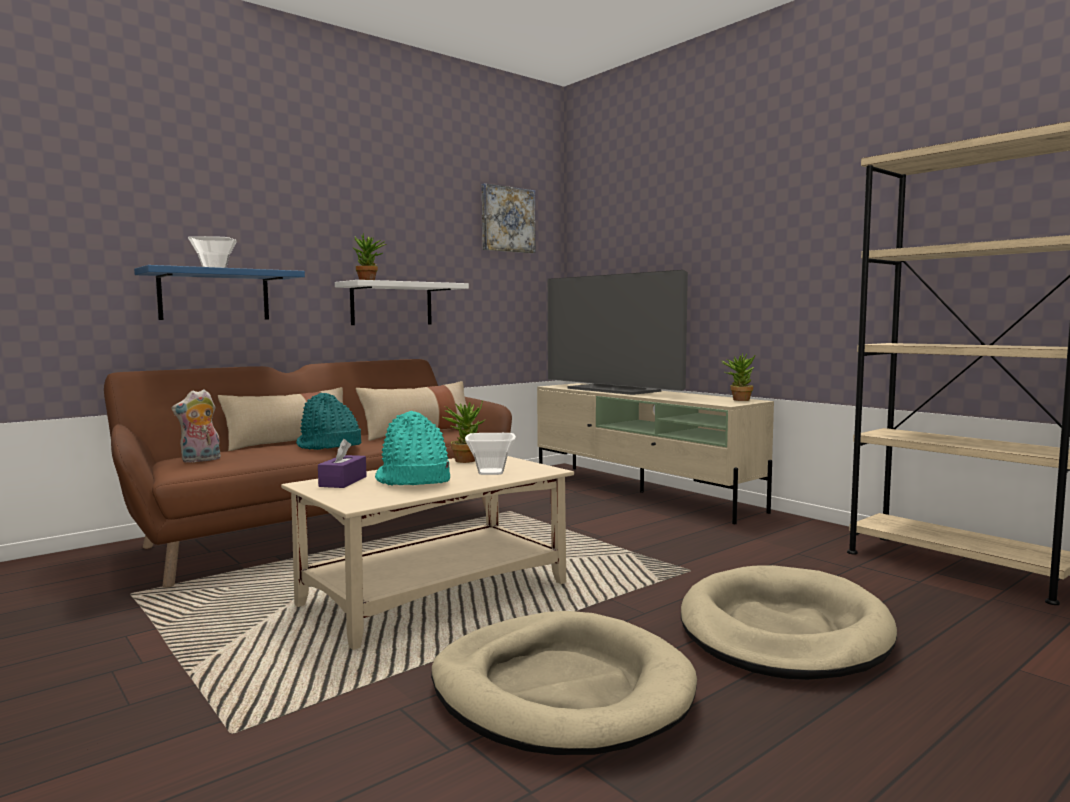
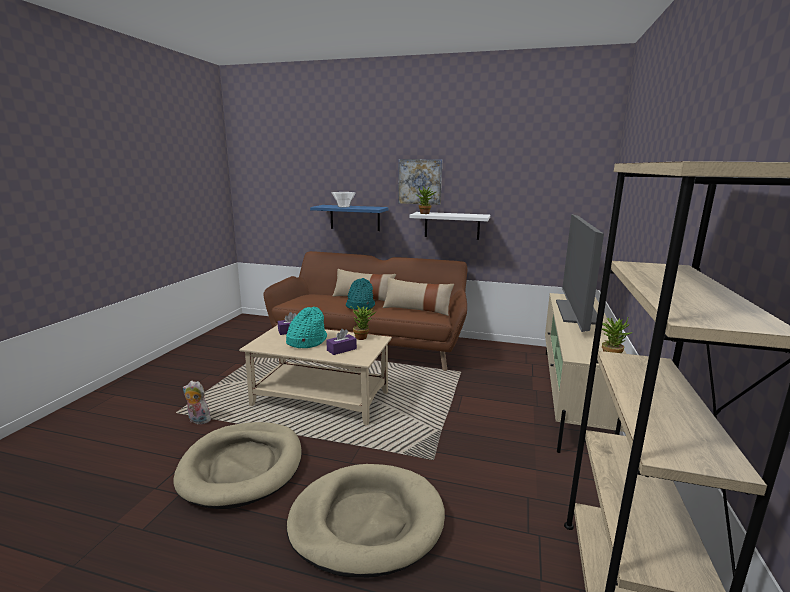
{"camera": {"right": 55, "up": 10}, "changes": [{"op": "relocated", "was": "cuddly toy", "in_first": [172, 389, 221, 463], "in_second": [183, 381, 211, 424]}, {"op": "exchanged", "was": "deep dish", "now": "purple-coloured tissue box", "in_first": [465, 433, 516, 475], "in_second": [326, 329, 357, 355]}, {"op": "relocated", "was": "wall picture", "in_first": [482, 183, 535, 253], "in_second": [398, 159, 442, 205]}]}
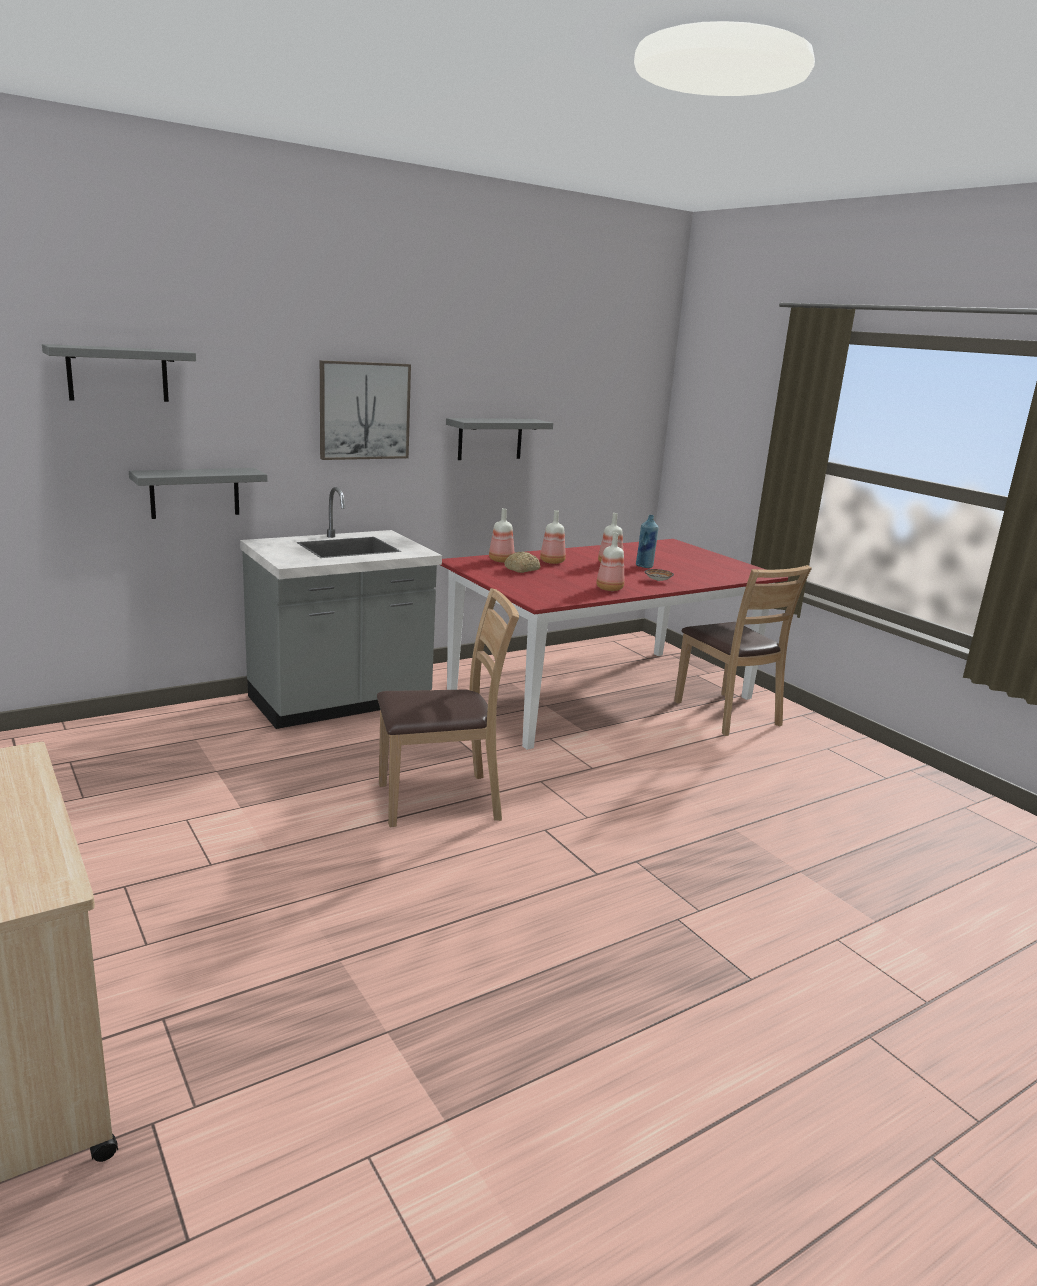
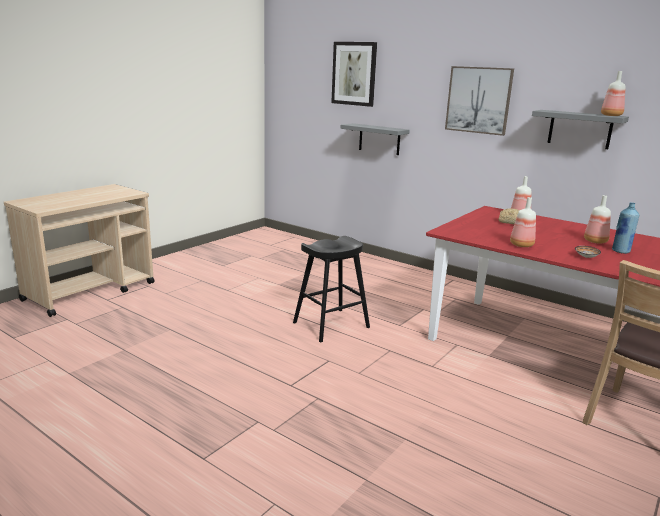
{"camera": {"right": 70, "up": 0}, "changes": [{"op": "exchanged", "was": "grey shelf", "now": "wall picture", "in_first": [42, 344, 196, 402], "in_second": [331, 42, 377, 107]}, {"op": "missing", "was": "grey counter", "in_first": [240, 487, 442, 729]}, {"op": "exchanged", "was": "brown-coloured upright chair", "now": "blackish stool seat", "in_first": [377, 588, 519, 827], "in_second": [293, 236, 370, 342]}, {"op": "relocated", "was": "drink bottle", "in_first": [540, 510, 566, 564], "in_second": [601, 71, 626, 116]}]}
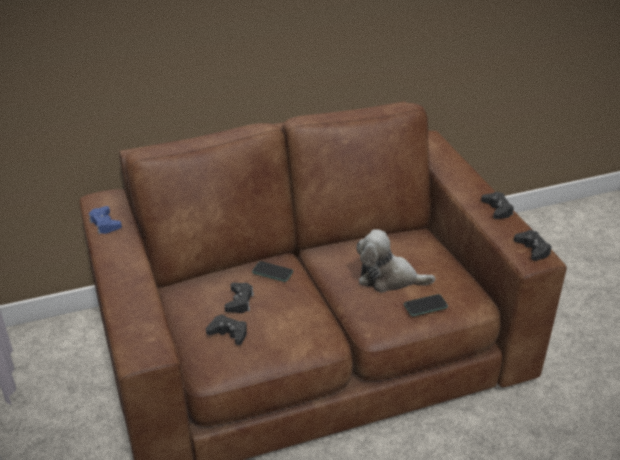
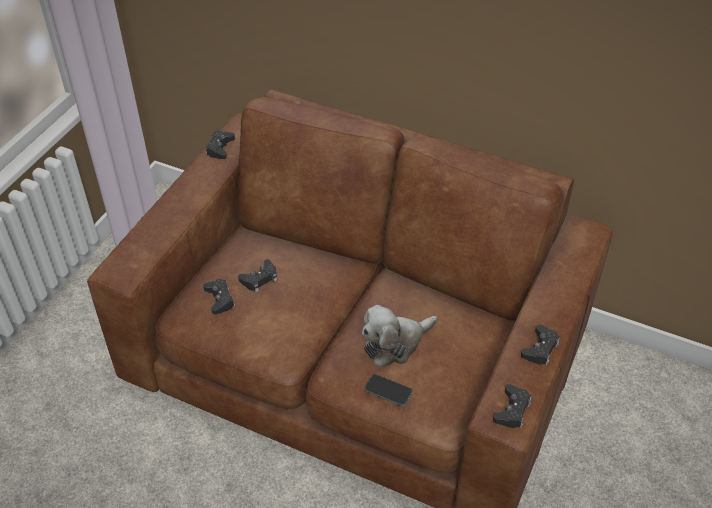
{"camera": {"right": 45, "up": 10}, "changes": [{"op": "colour", "was": "bluish joypad", "now": "blackish joypad", "in_first": [89, 206, 122, 234], "in_second": [206, 130, 235, 159]}, {"op": "missing", "was": "telephone", "in_first": [252, 261, 293, 282]}, {"op": "spun", "was": "cuddly toy", "in_first": [357, 229, 435, 293], "in_second": [362, 305, 438, 367], "clockwise": -90}]}
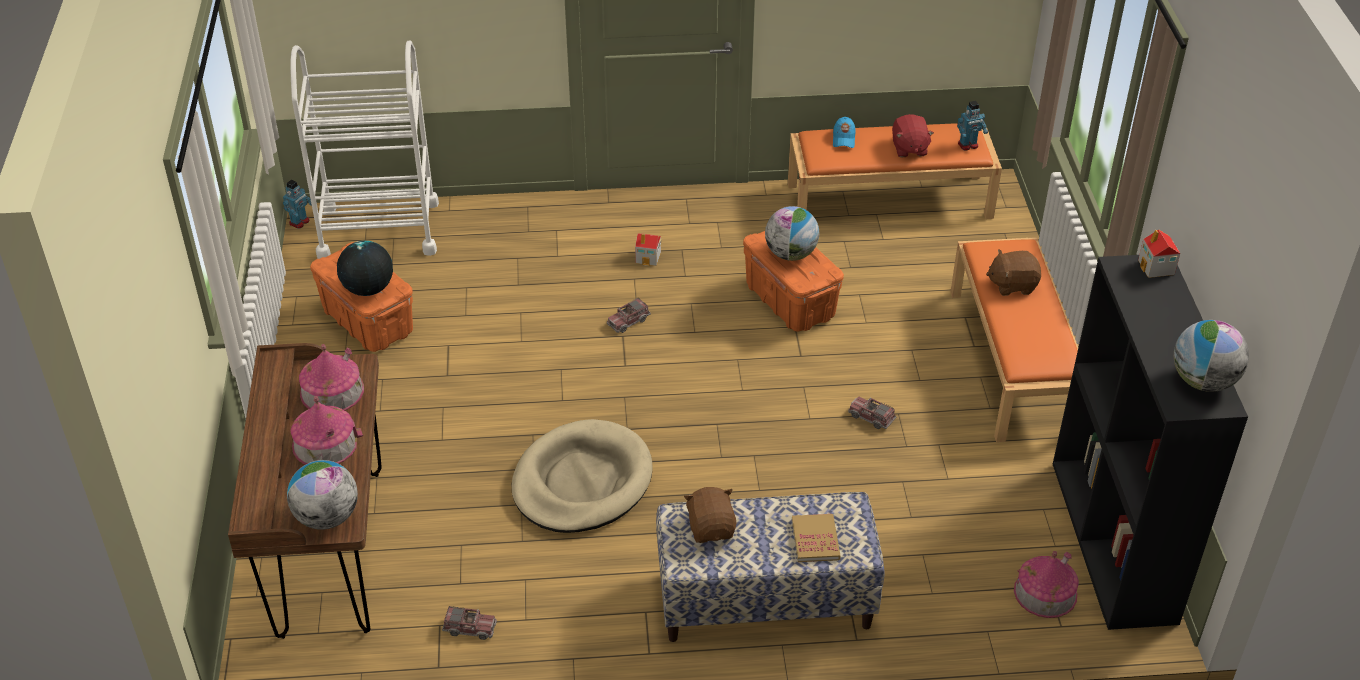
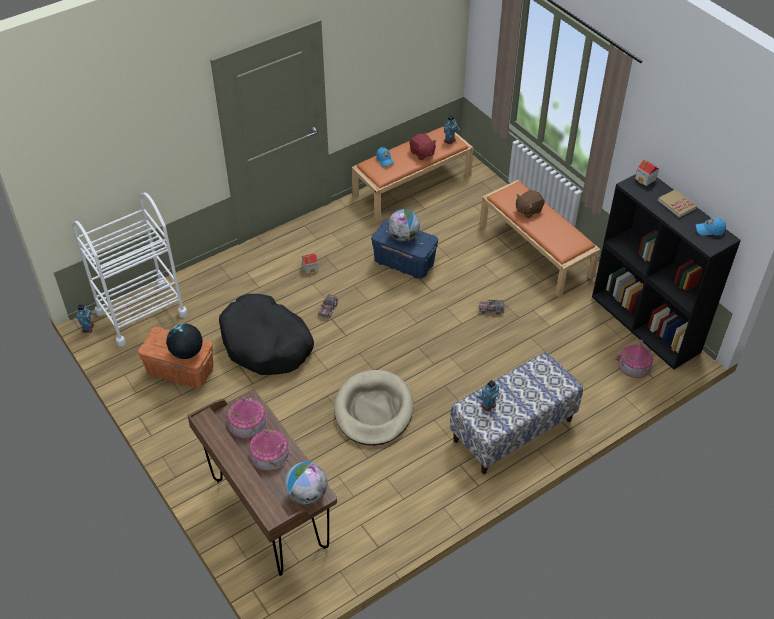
{"camera": {"right": -30, "up": 5}, "changes": [{"op": "missing", "was": "toy truck", "in_first": [442, 606, 497, 640]}, {"op": "exchanged", "was": "brown-coloured cuddly toy", "now": "toy robot", "in_first": [684, 487, 736, 543], "in_second": [476, 380, 500, 412]}, {"op": "colour", "was": "orange-coloured storage container", "now": "bluish storage container", "in_first": [743, 231, 844, 332], "in_second": [371, 219, 438, 279]}, {"op": "relocated", "was": "volume", "in_first": [792, 514, 841, 562], "in_second": [658, 190, 697, 218]}, {"op": "exchanged", "was": "desk globe", "now": "bluish peaked cap", "in_first": [1174, 320, 1249, 392], "in_second": [696, 218, 726, 236]}, {"op": "appeared", "now": "blackish dog bed", "in_second": [219, 294, 314, 375]}]}
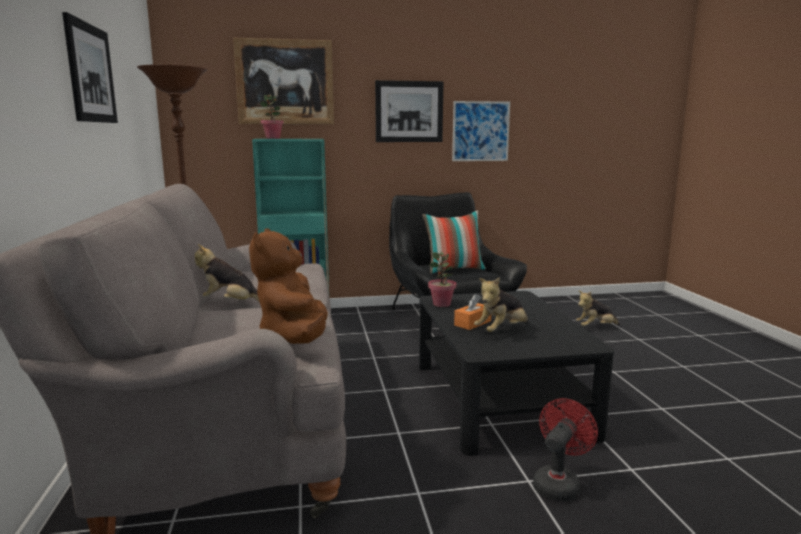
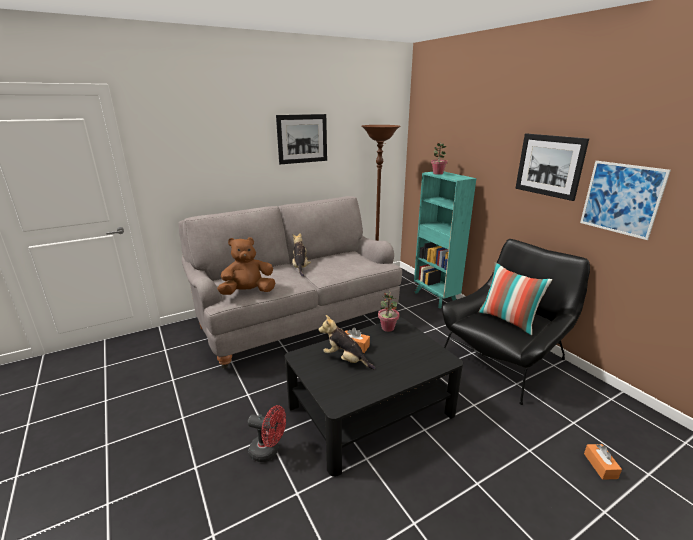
{"camera": {"right": 70, "up": 10}, "changes": [{"op": "missing", "was": "wall picture", "in_first": [233, 38, 334, 124]}, {"op": "exchanged", "was": "cuddly toy", "now": "orange-coloured tissue box", "in_first": [576, 291, 620, 326], "in_second": [584, 444, 622, 480]}]}
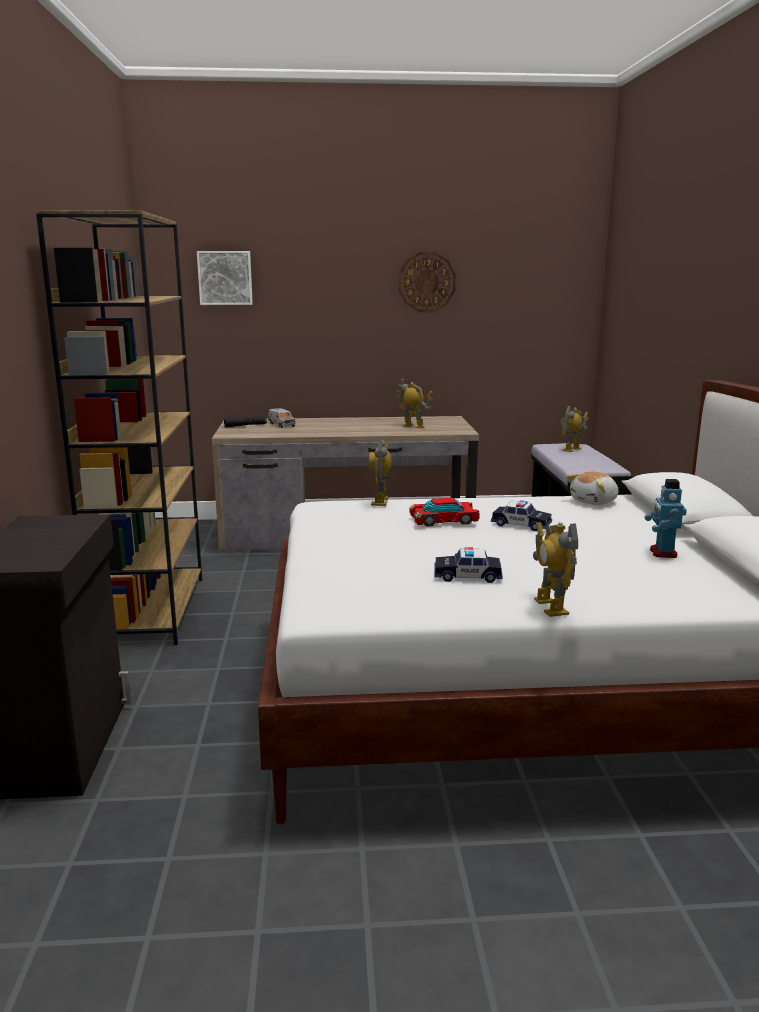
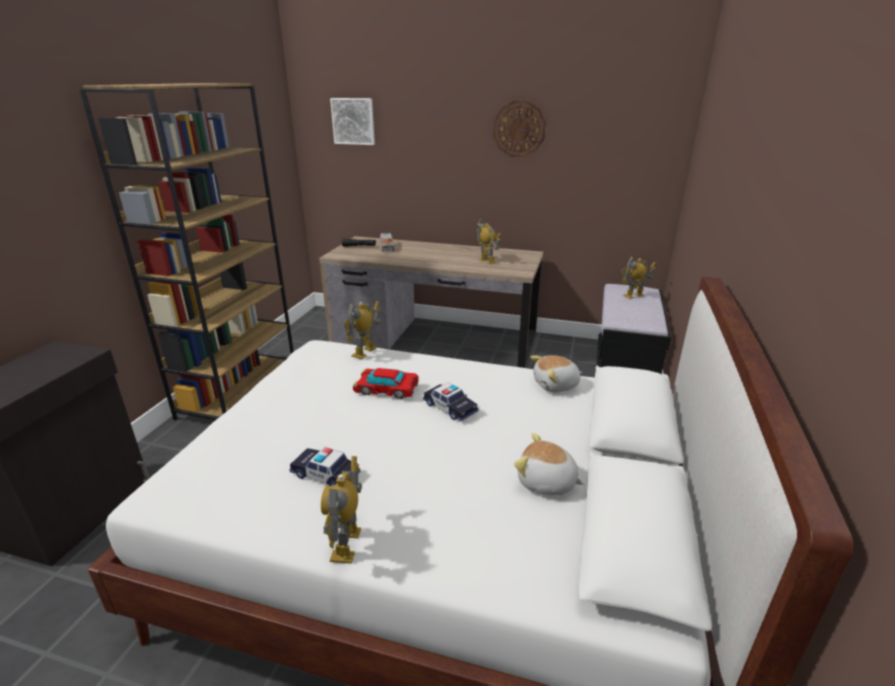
{"camera": {"right": 20, "up": 10}, "changes": [{"op": "exchanged", "was": "toy robot", "now": "cuddly toy", "in_first": [644, 479, 687, 558], "in_second": [514, 433, 586, 495]}]}
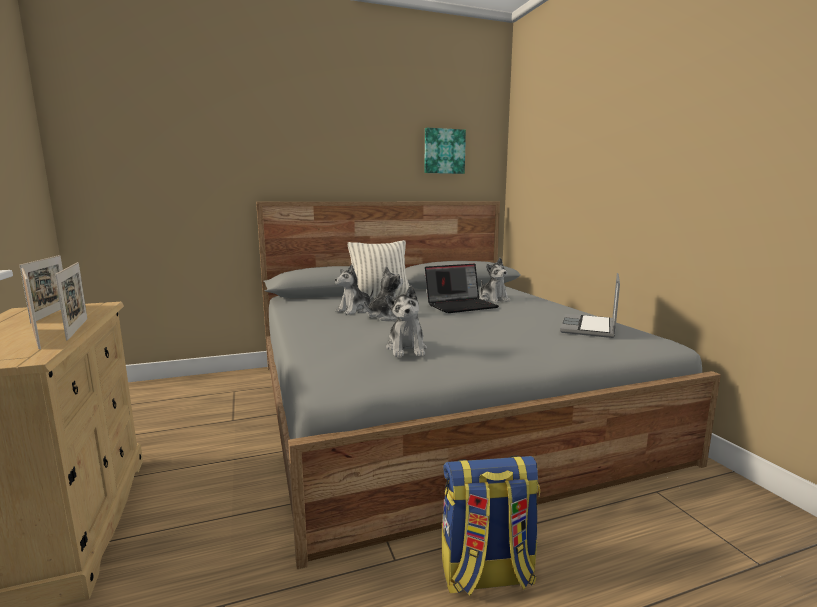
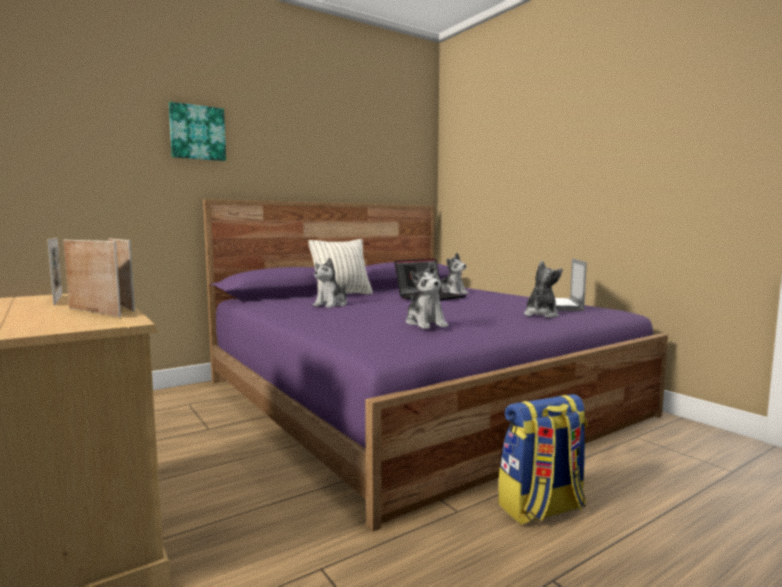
{"camera": {"right": -15, "up": -5}, "changes": [{"op": "colour", "was": "grey bed", "now": "purple-coloured bed", "in_first": [256, 202, 721, 569], "in_second": [203, 199, 668, 532]}, {"op": "relocated", "was": "cuddly toy", "in_first": [364, 266, 403, 321], "in_second": [524, 261, 563, 318]}, {"op": "relocated", "was": "wall picture", "in_first": [425, 128, 466, 174], "in_second": [169, 102, 226, 161]}]}
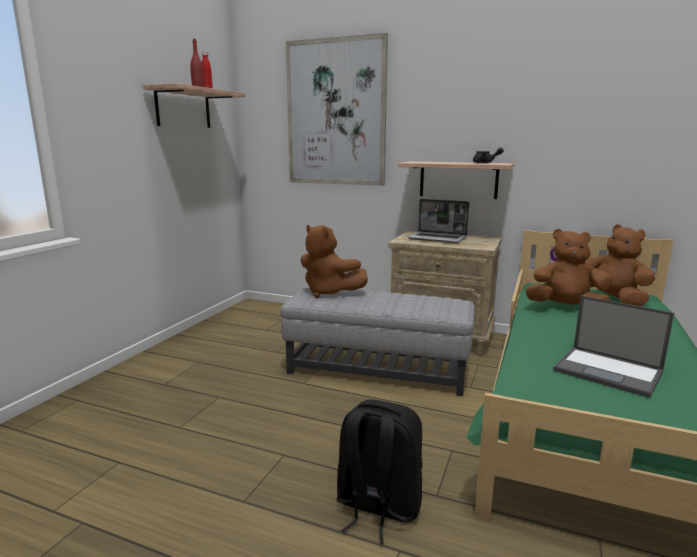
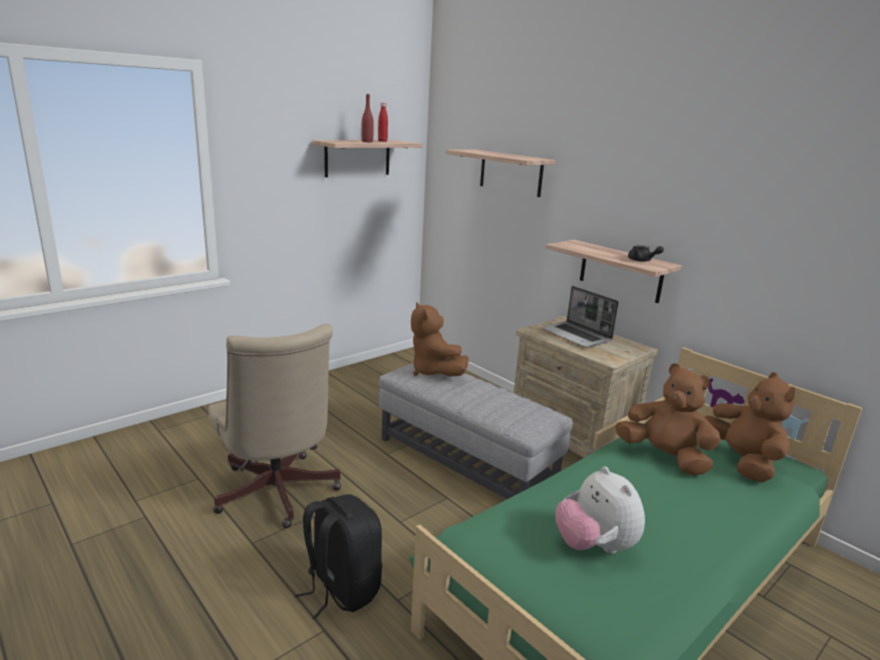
{"camera": {"right": 25, "up": 5}, "changes": [{"op": "exchanged", "was": "wall picture", "now": "shelf", "in_first": [286, 33, 388, 186], "in_second": [445, 149, 556, 197]}, {"op": "exchanged", "was": "notebook computer", "now": "cuddly toy", "in_first": [553, 295, 674, 398], "in_second": [555, 466, 645, 554]}, {"op": "appeared", "now": "sand-coloured computer chair", "in_second": [208, 324, 341, 528]}]}
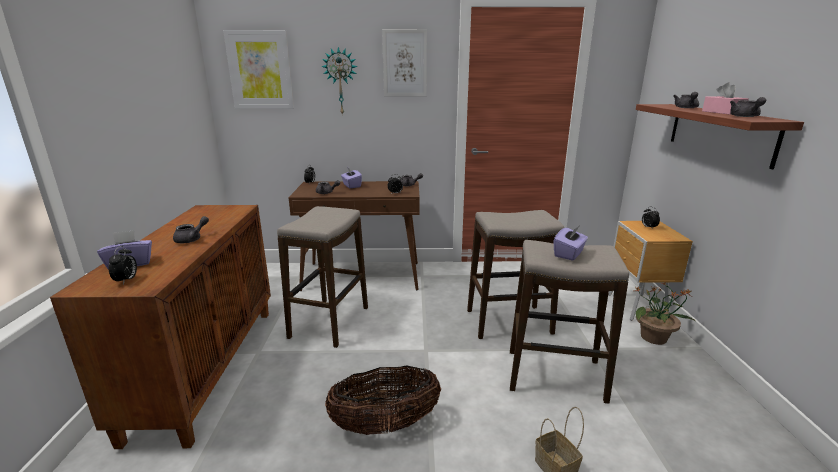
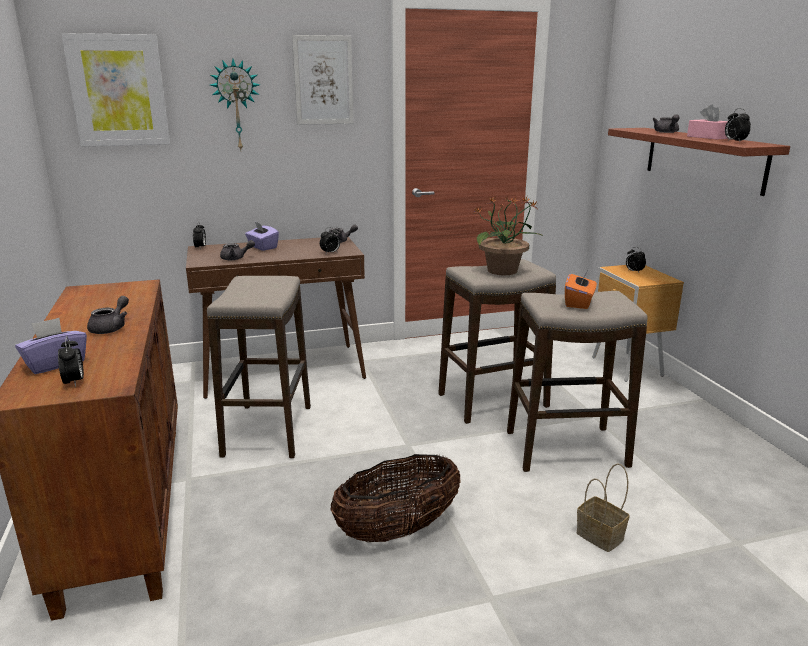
{"camera": {"right": -15, "up": 0}, "changes": [{"op": "colour", "was": "purple-coloured tissue box", "now": "orange-coloured tissue box", "in_first": [554, 225, 588, 261], "in_second": [565, 269, 597, 309]}, {"op": "relocated", "was": "potted plant", "in_first": [635, 282, 696, 345], "in_second": [474, 197, 544, 275]}, {"op": "exchanged", "was": "grey pot for tea", "now": "alarm clock", "in_first": [730, 97, 766, 117], "in_second": [725, 108, 751, 142]}]}
